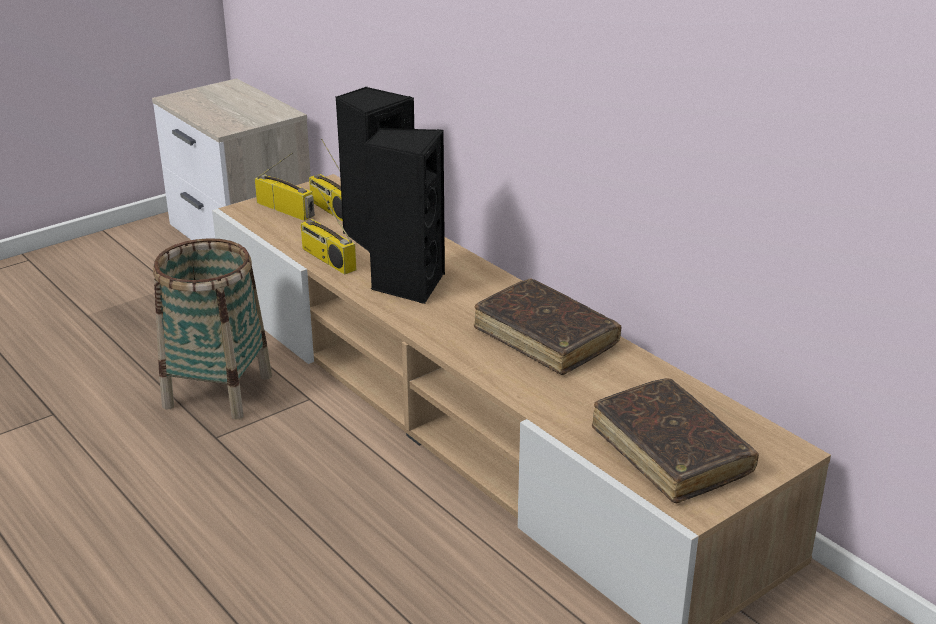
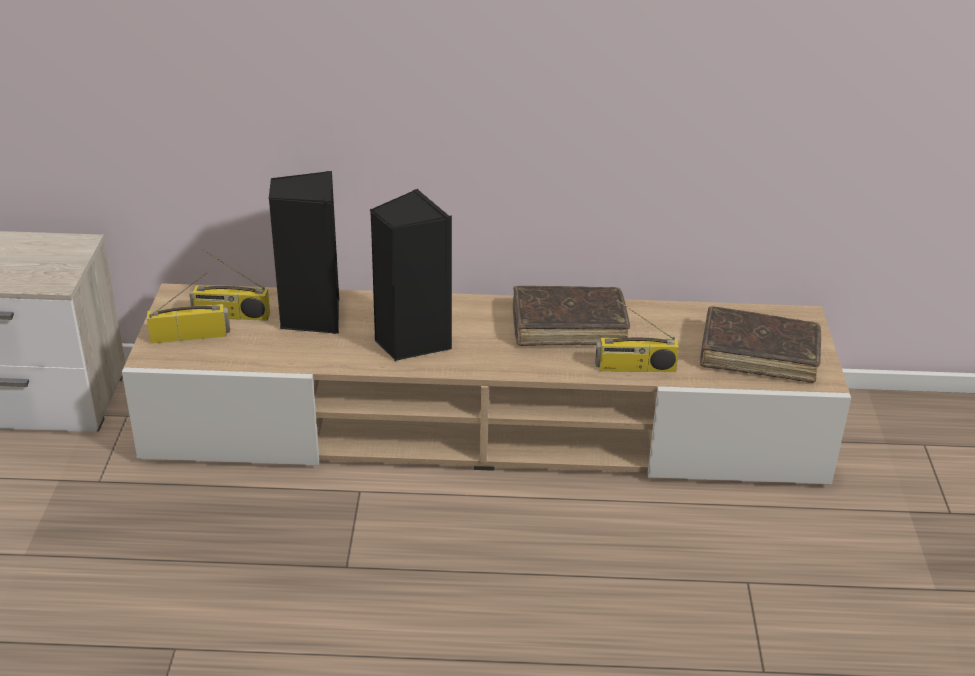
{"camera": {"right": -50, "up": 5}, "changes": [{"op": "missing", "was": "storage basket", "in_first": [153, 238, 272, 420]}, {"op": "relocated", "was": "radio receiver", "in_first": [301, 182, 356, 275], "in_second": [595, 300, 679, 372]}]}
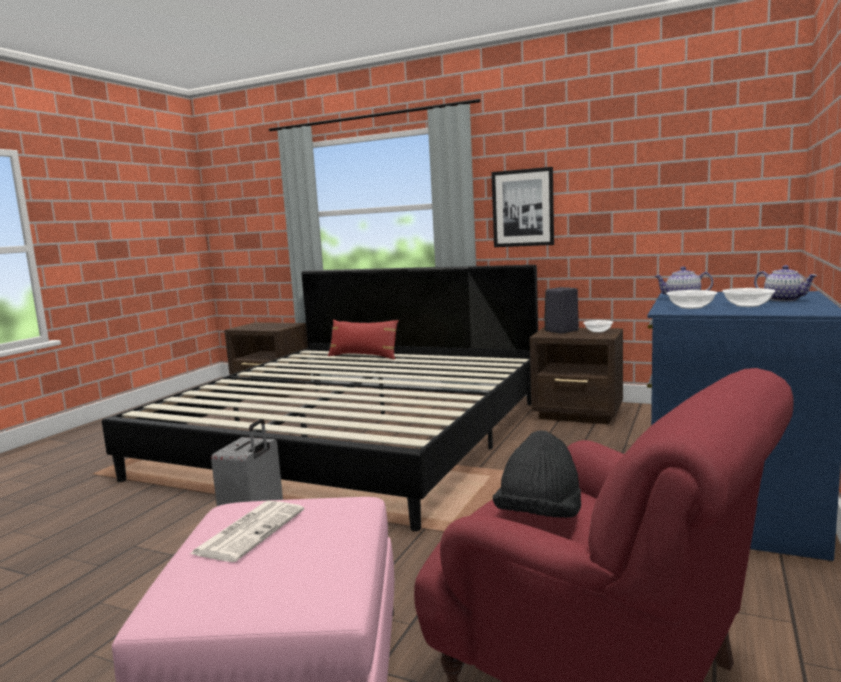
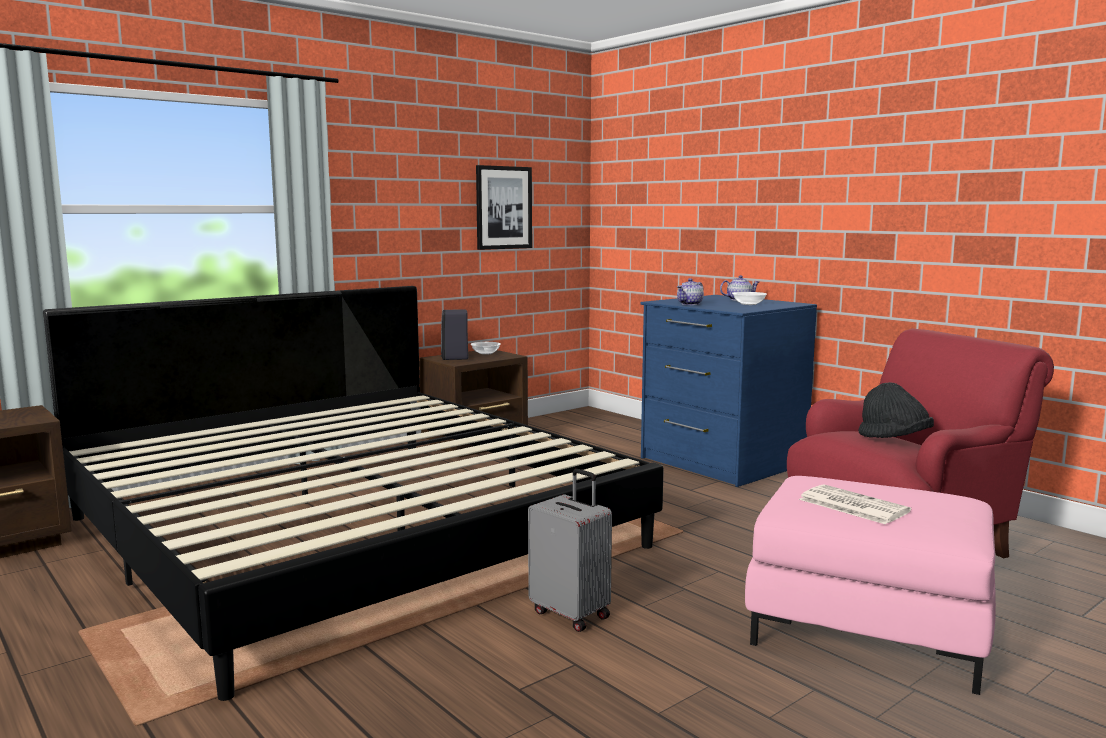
{"camera": {"right": -65, "up": 0}, "changes": [{"op": "missing", "was": "red pillow", "in_first": [328, 319, 399, 359]}, {"op": "relocated", "was": "wall picture", "in_first": [491, 167, 554, 247], "in_second": [476, 165, 532, 250]}, {"op": "missing", "was": "deep dish", "in_first": [666, 290, 717, 309]}]}
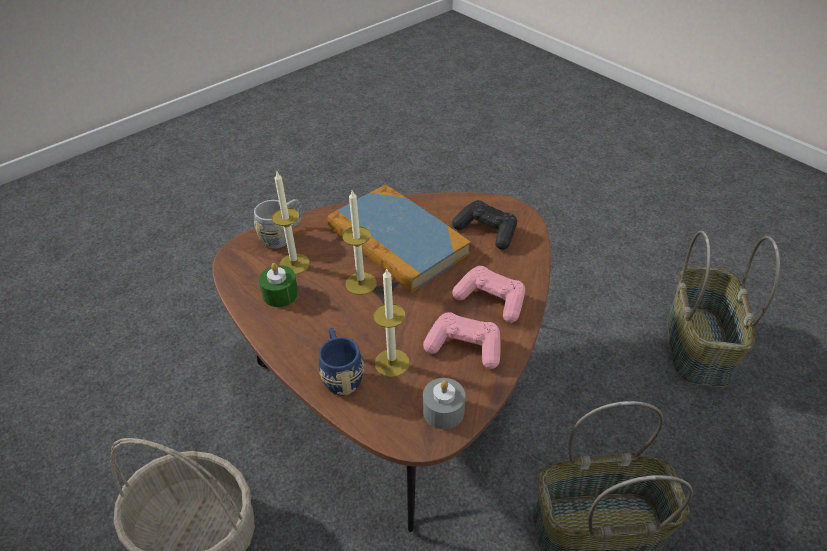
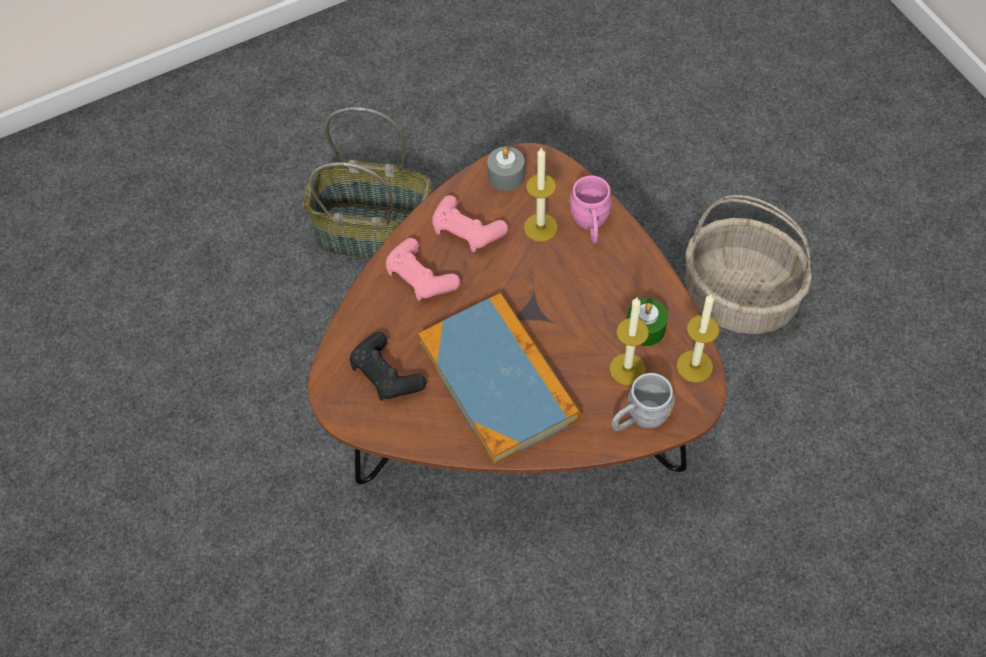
{"camera": {"right": -165, "up": 15}, "changes": [{"op": "colour", "was": "bluish tea mug", "now": "pink-coloured tea mug", "in_first": [318, 327, 364, 396], "in_second": [569, 176, 612, 243]}, {"op": "relocated", "was": "wax light", "in_first": [342, 190, 377, 295], "in_second": [676, 294, 719, 383]}, {"op": "missing", "was": "storage basket", "in_first": [667, 231, 780, 388]}]}
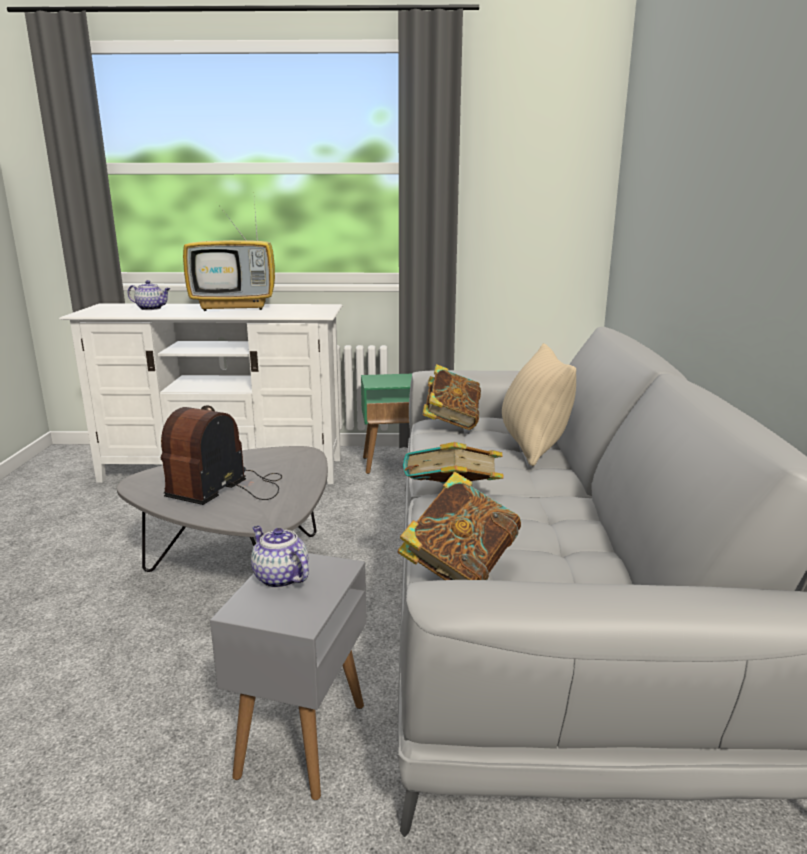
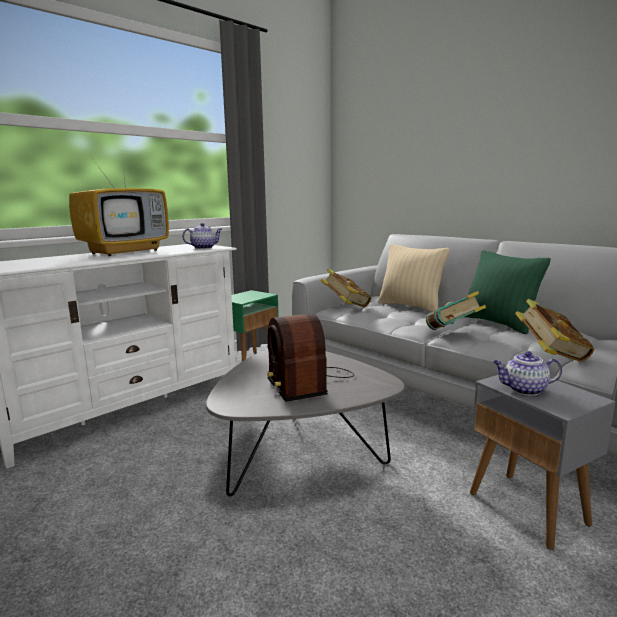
{"camera": {"right": -45, "up": -5}, "changes": [{"op": "relocated", "was": "pot for tea", "in_first": [128, 280, 170, 310], "in_second": [182, 223, 222, 249]}, {"op": "appeared", "now": "green pillow", "in_second": [465, 250, 551, 334]}]}
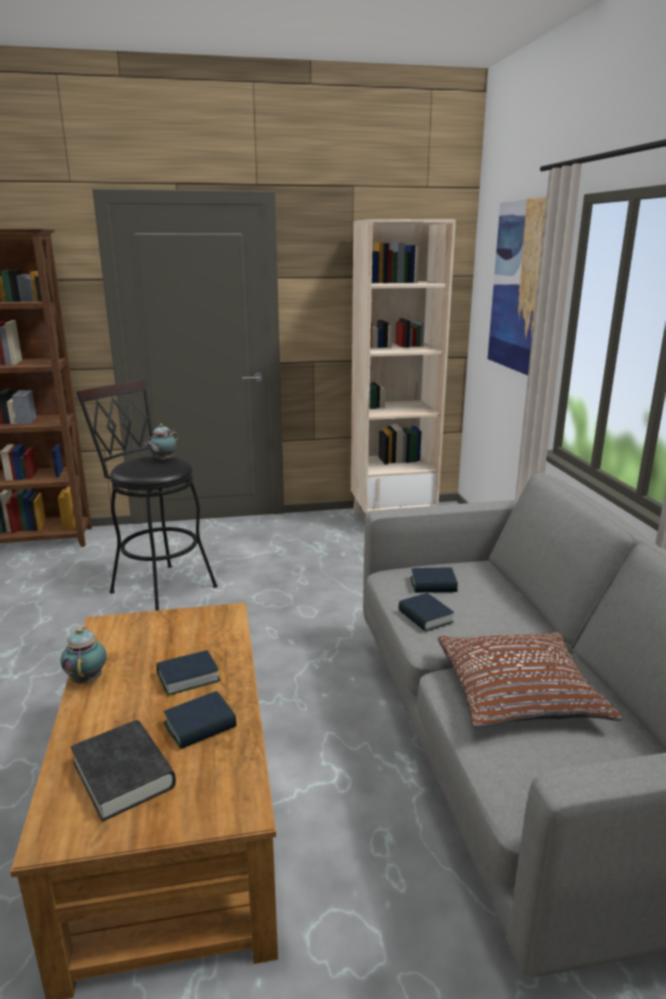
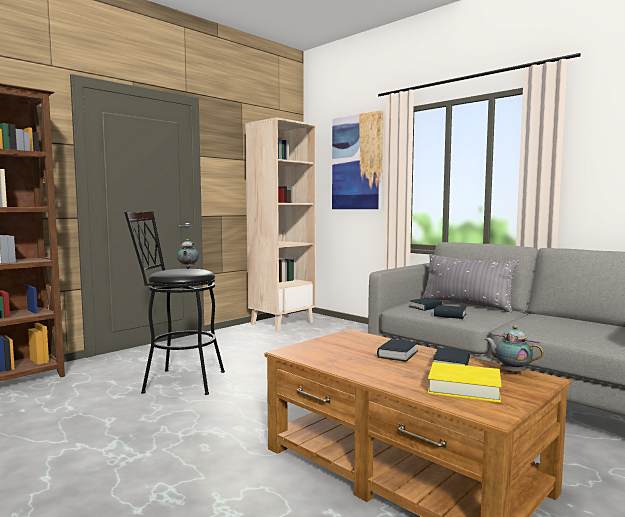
{"camera": {"right": -35, "up": -15}, "changes": [{"op": "relocated", "was": "pot for tea", "in_first": [61, 627, 107, 684], "in_second": [484, 325, 544, 374]}, {"op": "colour", "was": "blackish volume", "now": "yellowish volume", "in_first": [71, 720, 176, 822], "in_second": [428, 362, 502, 402]}, {"op": "missing", "was": "brown-coloured pillow", "in_first": [438, 632, 623, 728]}, {"op": "appeared", "now": "grey pillow", "in_second": [422, 254, 519, 312]}]}
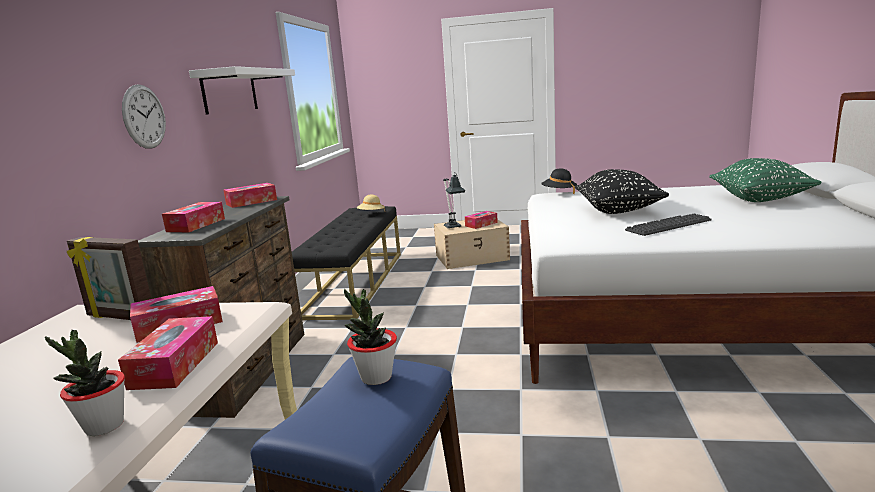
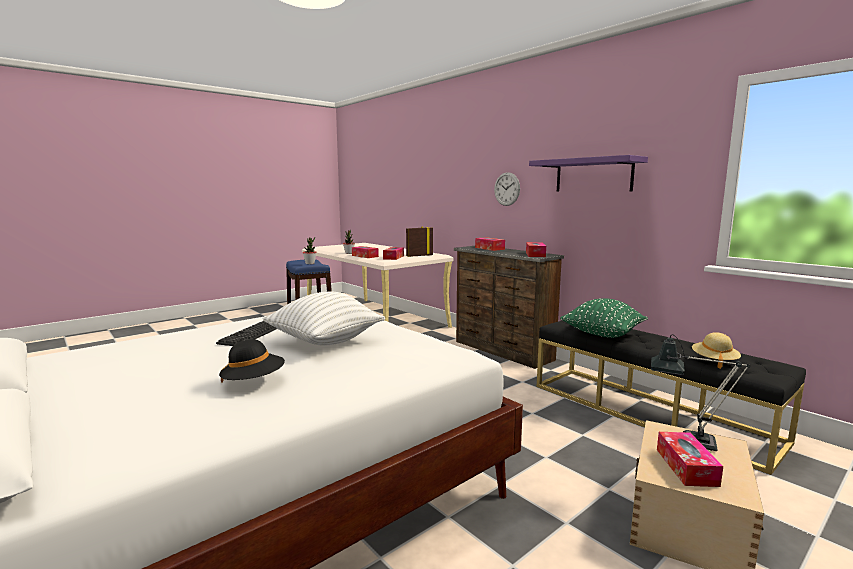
{"camera": {"right": 130, "up": -5}, "changes": [{"op": "colour", "was": "whitish shelf", "now": "purple-coloured shelf", "in_first": [189, 66, 295, 115], "in_second": [529, 155, 648, 192]}, {"op": "relocated", "was": "blackish clothing hat", "in_first": [541, 168, 577, 194], "in_second": [219, 339, 285, 383]}, {"op": "colour", "was": "blackish pillow", "now": "whitish pillow", "in_first": [575, 169, 669, 214], "in_second": [262, 291, 385, 345]}, {"op": "relocated", "was": "green pillow", "in_first": [709, 158, 822, 202], "in_second": [560, 298, 648, 338]}]}
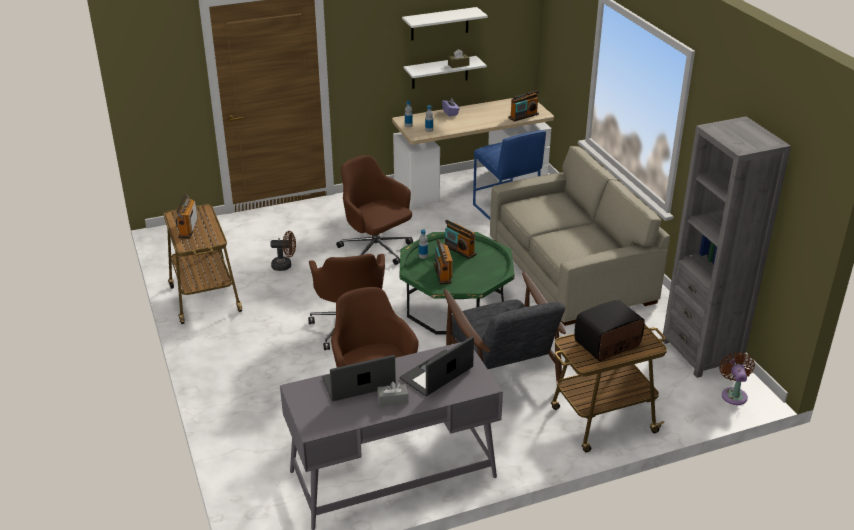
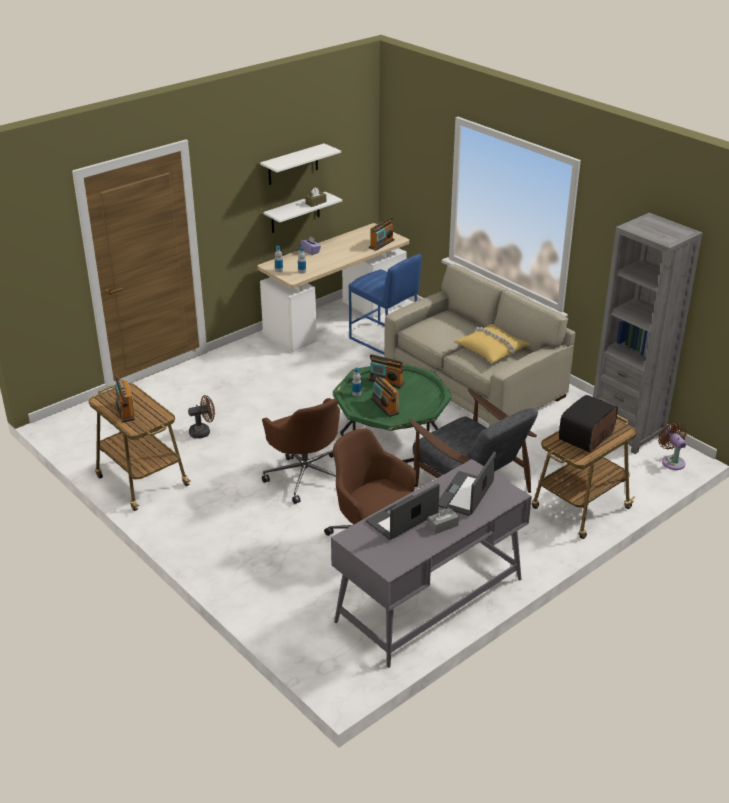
{"camera": {"right": -20, "up": 0}, "changes": [{"op": "missing", "was": "brown-coloured computer chair", "in_first": [336, 155, 413, 265]}, {"op": "appeared", "now": "yellowish pillow", "in_second": [454, 324, 530, 363]}]}
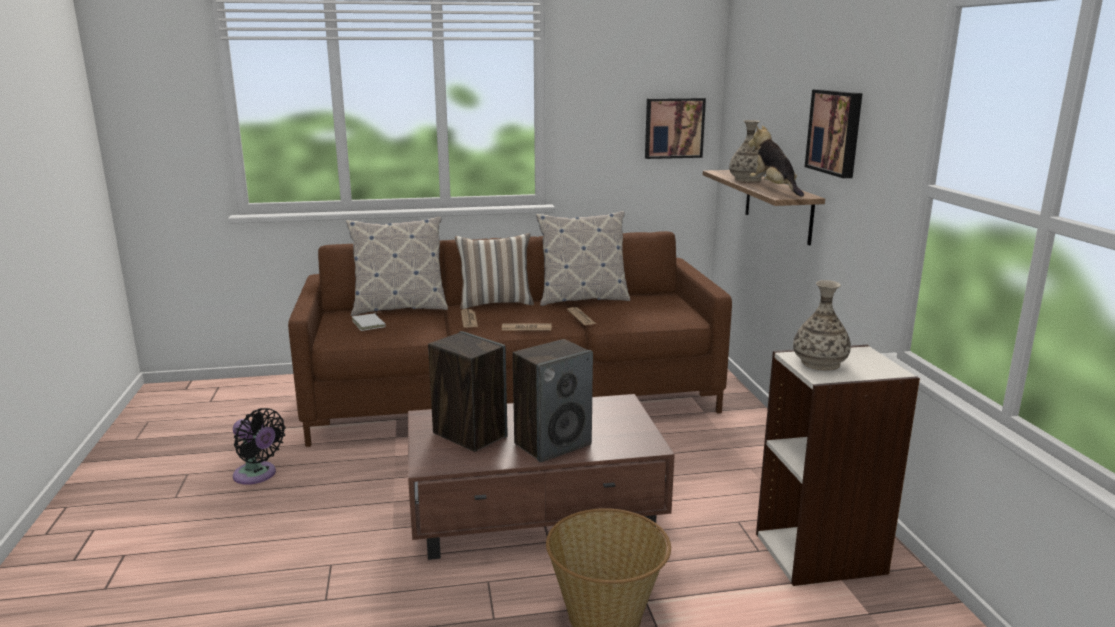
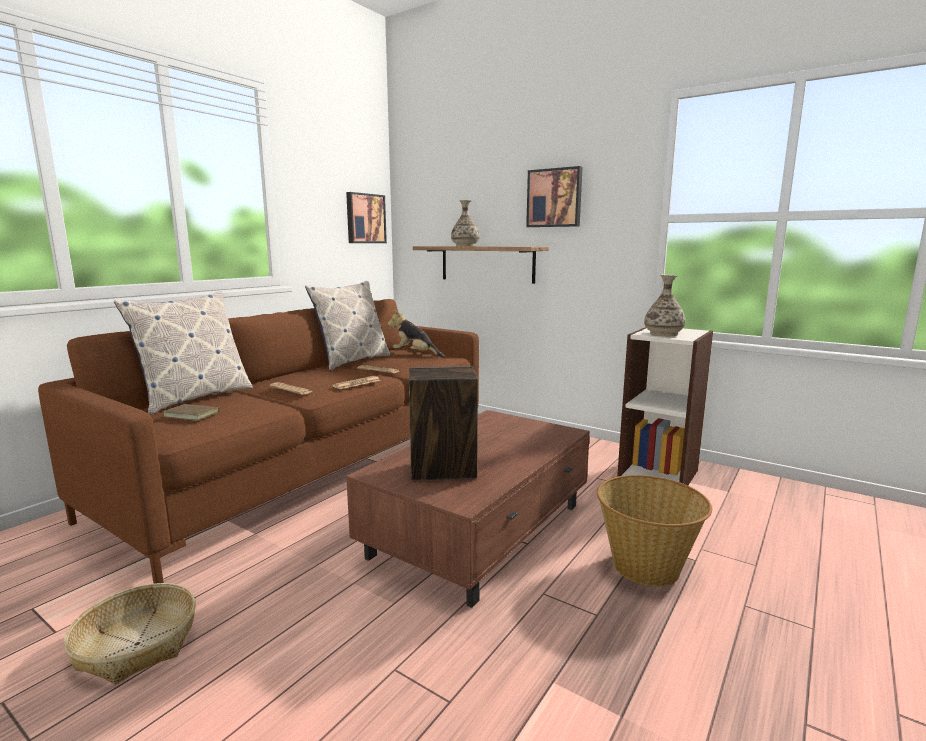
{"camera": {"right": -45, "up": -5}, "changes": [{"op": "exchanged", "was": "blackish cooling fan", "now": "storage basket", "in_first": [233, 408, 285, 485], "in_second": [64, 583, 196, 684]}, {"op": "colour", "was": "whitish volume", "now": "brown-coloured volume", "in_first": [352, 312, 386, 331], "in_second": [163, 402, 219, 421]}, {"op": "missing", "was": "pillow", "in_first": [455, 233, 534, 309]}, {"op": "missing", "was": "audio speaker", "in_first": [513, 339, 593, 462]}, {"op": "relocated", "was": "cuddly toy", "in_first": [748, 125, 804, 197], "in_second": [388, 310, 445, 357]}]}
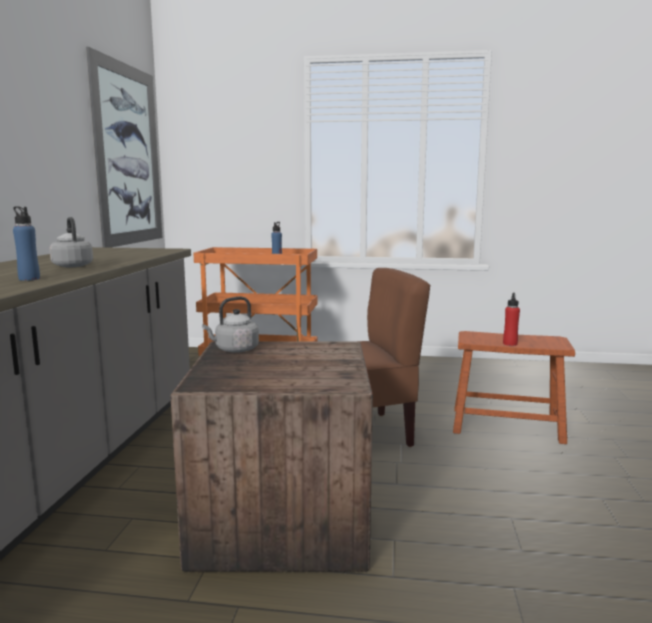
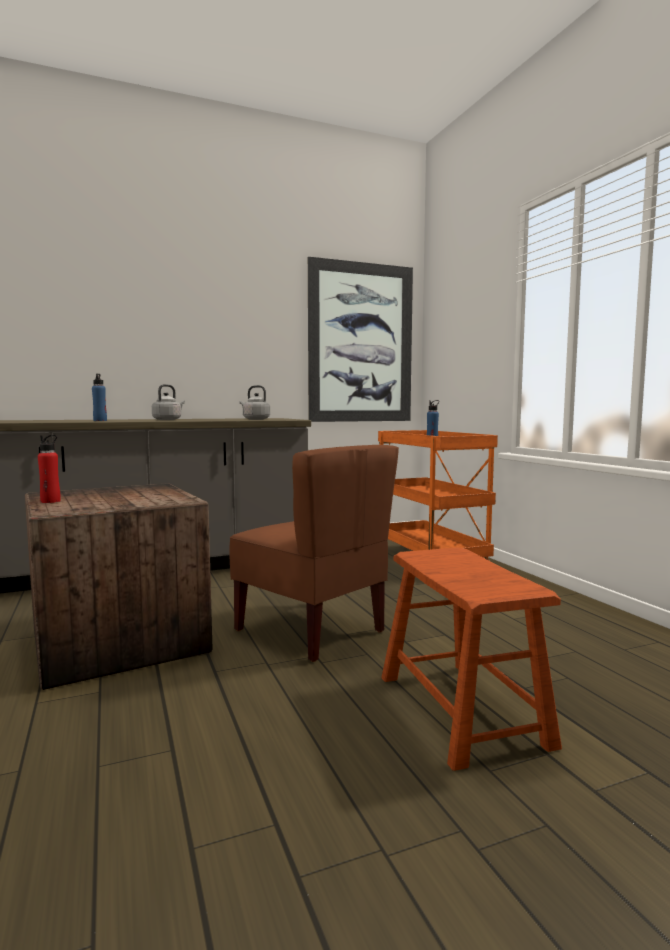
{"camera": {"right": 60, "up": -5}, "changes": [{"op": "relocated", "was": "grey kettle", "in_first": [202, 297, 259, 353], "in_second": [240, 385, 270, 420]}, {"op": "relocated", "was": "red drink bottle", "in_first": [503, 293, 520, 346], "in_second": [38, 435, 61, 503]}]}
